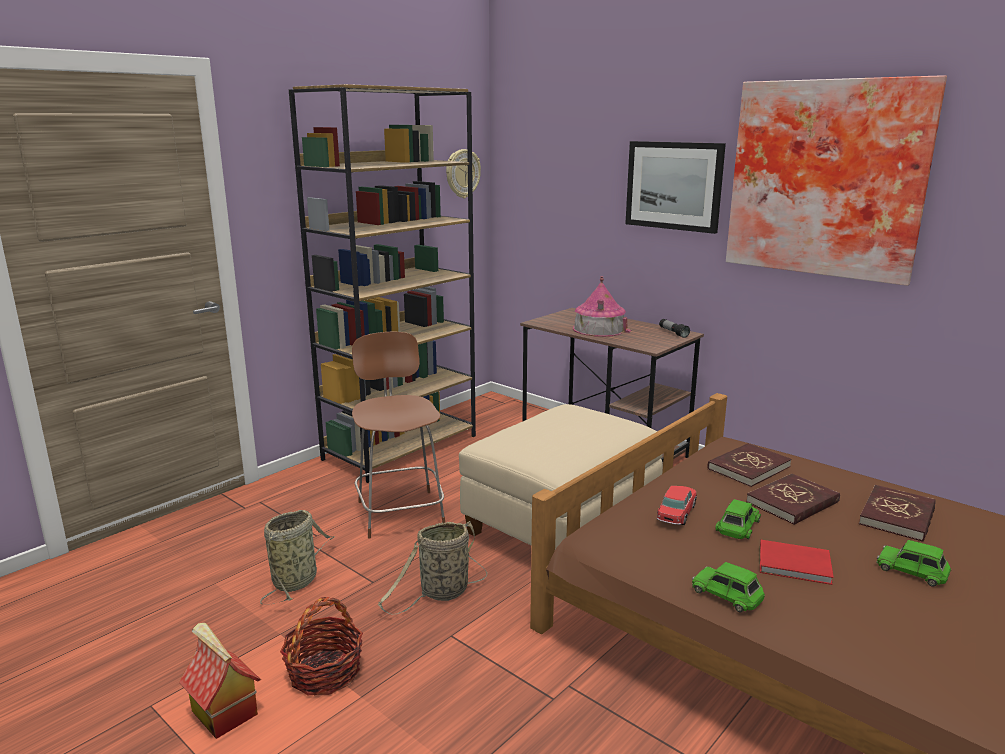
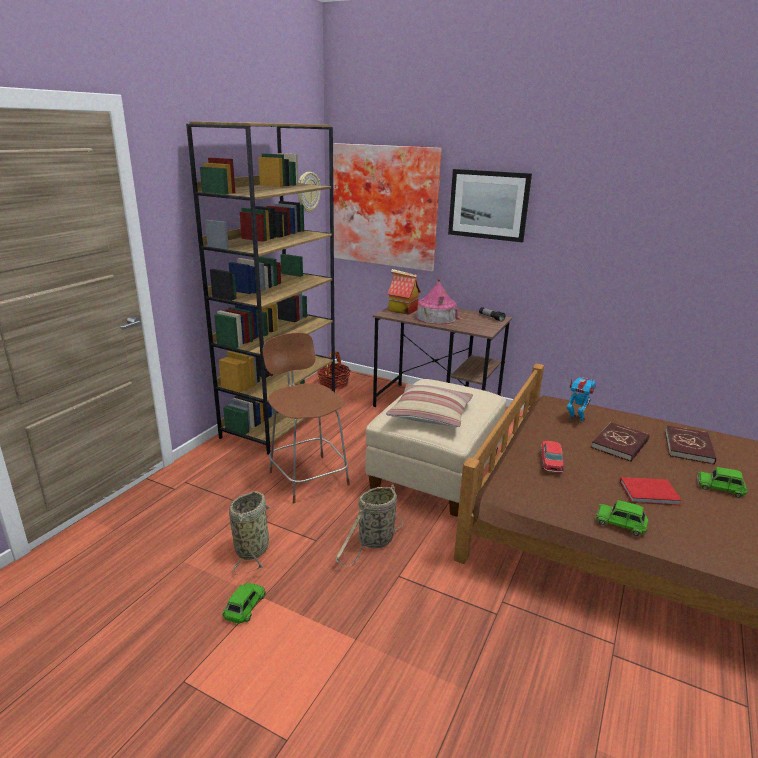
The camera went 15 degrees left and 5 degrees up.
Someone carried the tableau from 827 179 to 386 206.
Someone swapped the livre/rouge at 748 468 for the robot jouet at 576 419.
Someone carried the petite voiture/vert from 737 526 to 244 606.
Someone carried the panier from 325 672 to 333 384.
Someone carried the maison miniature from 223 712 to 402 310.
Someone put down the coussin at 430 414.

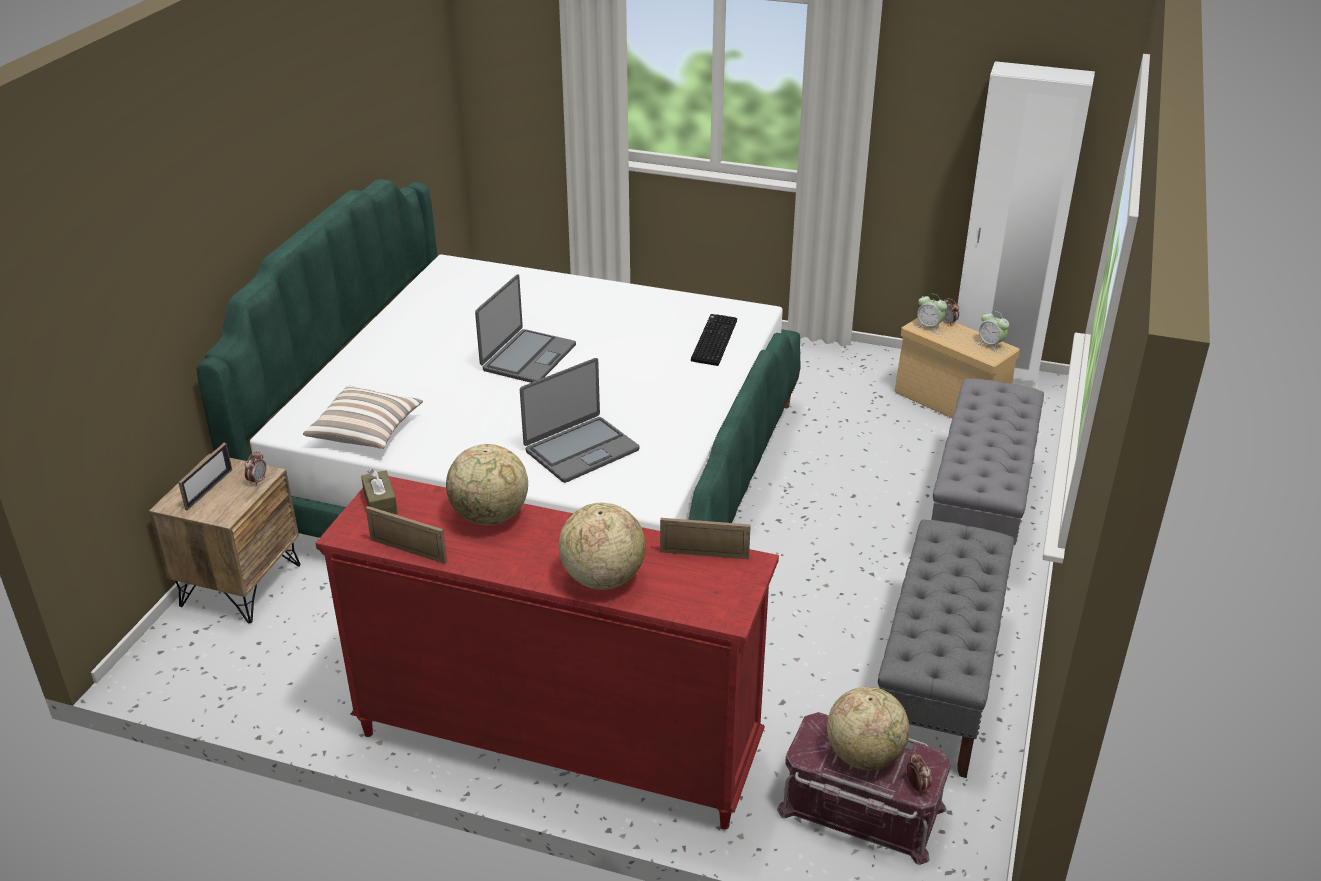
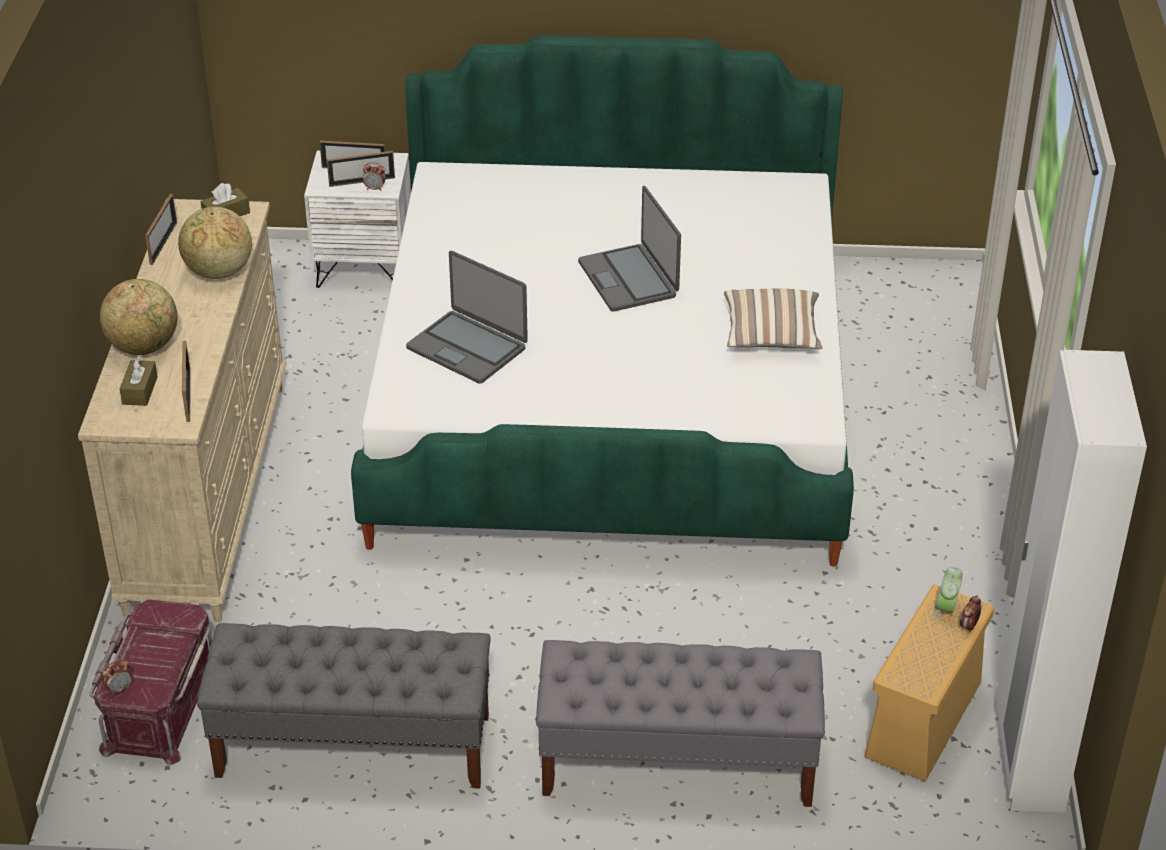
The camera went 75 degrees right and 5 degrees up.
Someone rotated the ordinateur portable at 527 357 by 60 degrees clockwise.
Someone took away the réveil at 990 345.
Someone took away the clavier at 713 340.
Someone carried the coussin from 366 432 to 771 335.
Someone repainted the table de chevet/marron at 240 585, which became the table de chevet/blanc at 365 267.
Someone repainted the commode/rouge at 556 743, which became the commode/beige at 208 495.
Someone took away the globe at 864 755.
Someone put down the cadre photo at 362 181.
Someone put down the boîte à mouchoirs/marron at 140 390.

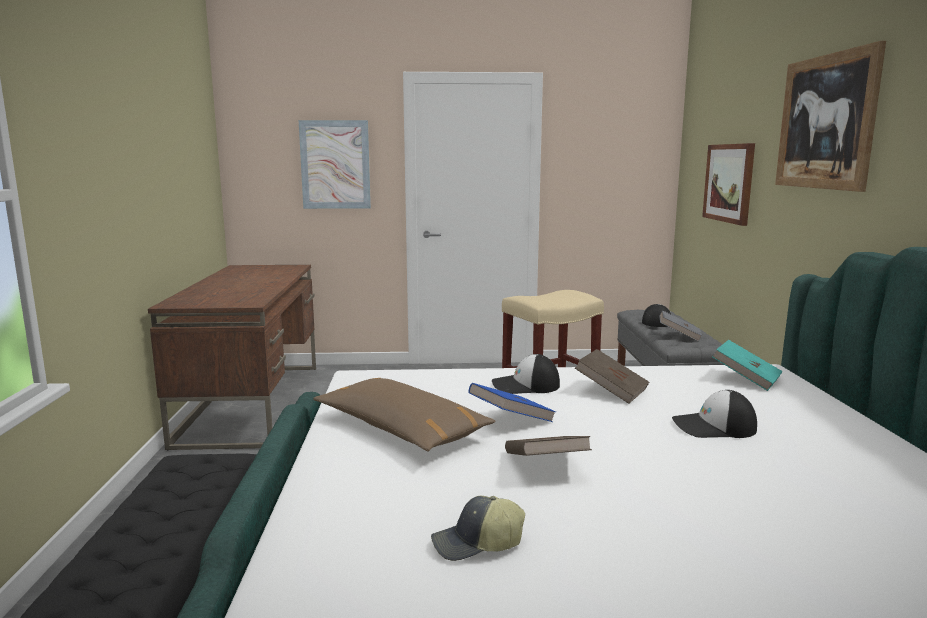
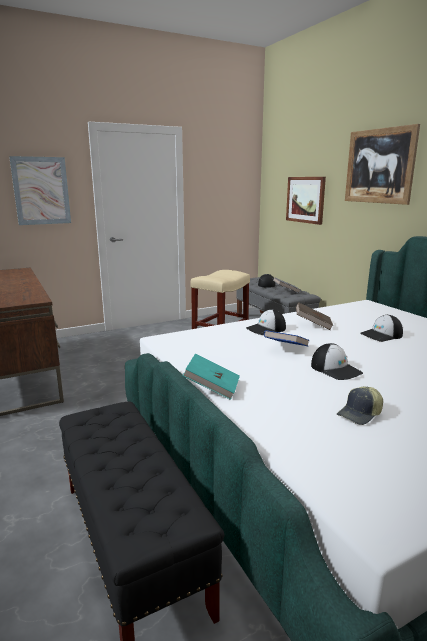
The camera went 25 degrees left and 5 degrees up.
Someone carried the livre/turquoise from 745 379 to 212 388.
Someone took away the coussin/marron at 401 429.
Someone swapped the livre/marron at 545 466 for the casquette at 336 369.

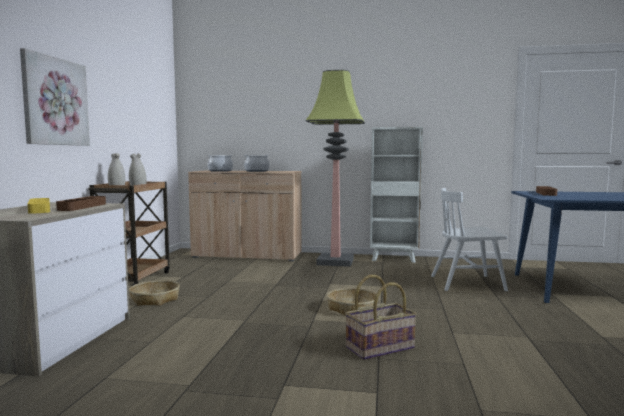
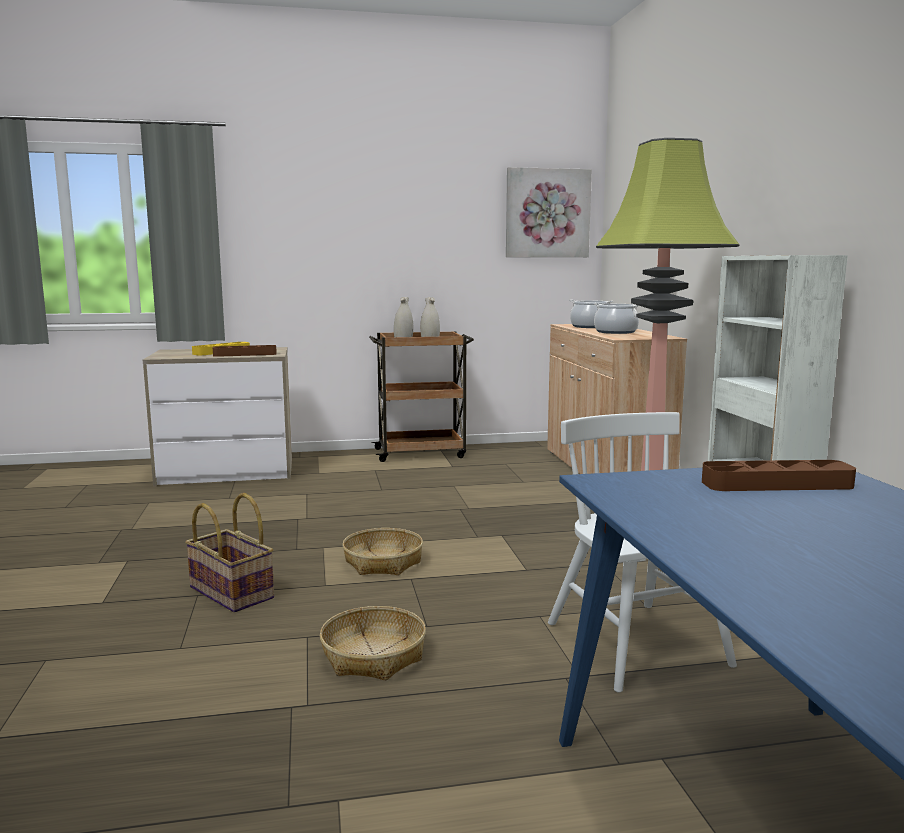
The camera went 70 degrees right and 5 degrees up.
Someone carried the tableau from 55 101 to 547 213.
Someone carried the panier from 155 299 to 374 656.

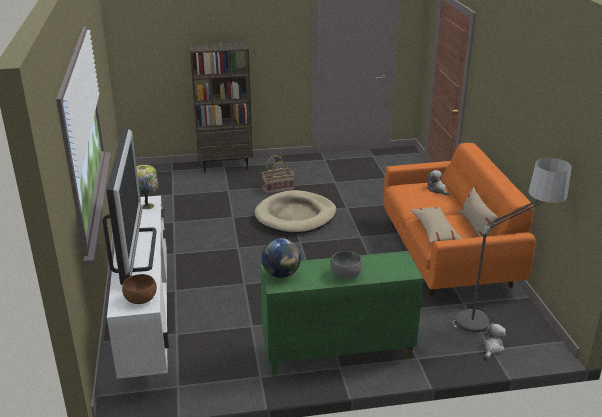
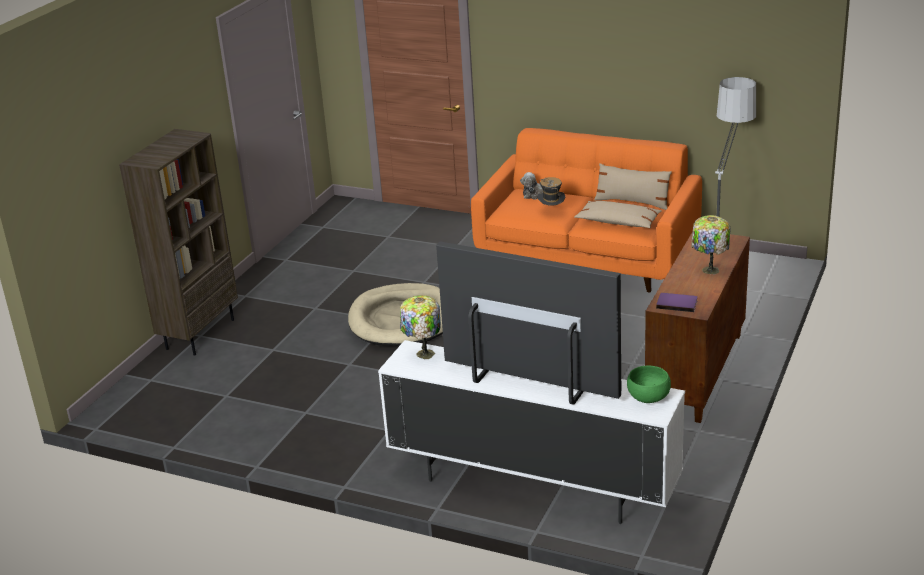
The camera went 55 degrees left and 0 degrees up.
Someone took away the panier at 278 188.
Someone swapped the globe at 281 274 for the livre/violet at 677 303.
Someone repainted the meuble de rangement/vert at 337 352, which became the meuble de rangement/marron at 697 373.
Someone swapped the bol/gris at 346 274 for the lampe de table at 709 270.
Someone repainted the bol/marron at 141 299, which became the bol/vert at 648 397.
Someone took away the peluche at 492 348.
Someone put down the chapeau at 551 212.

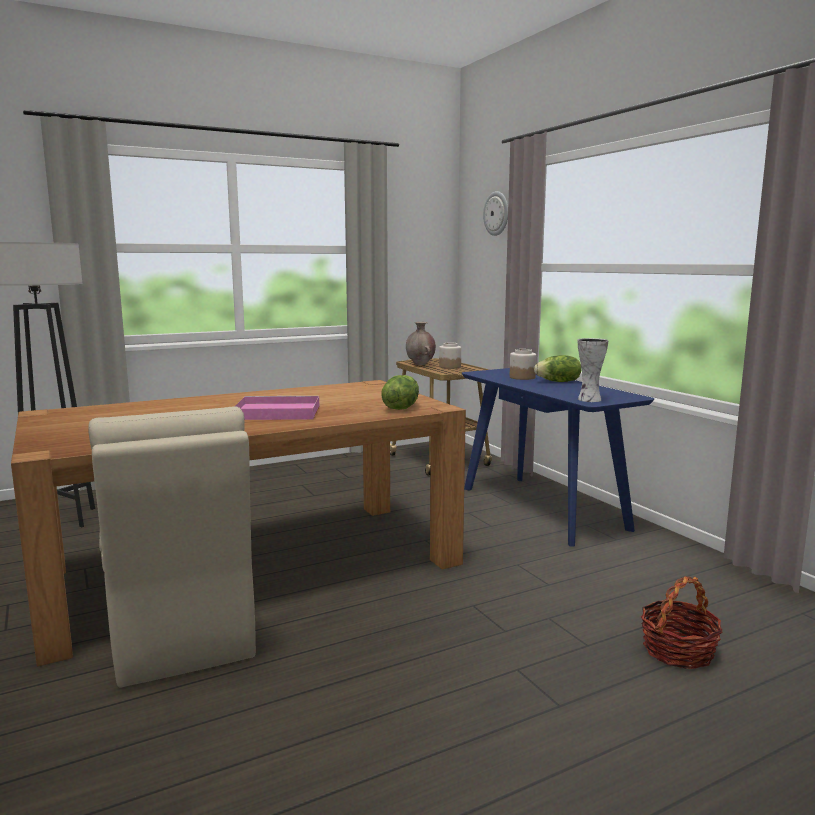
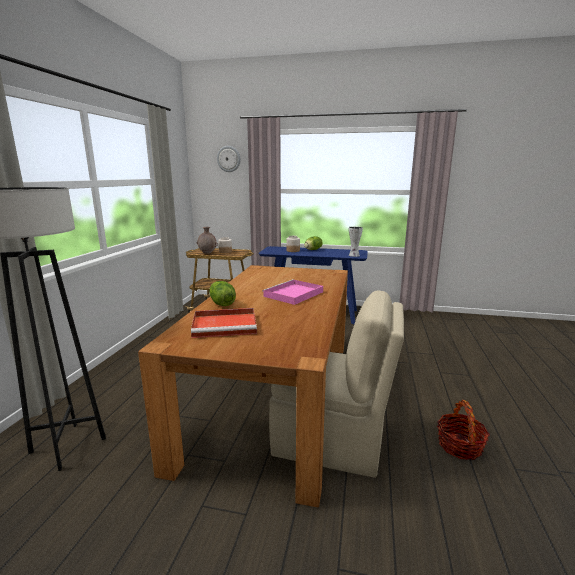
The camera went 50 degrees left and 5 degrees up.
Someone carried the laitue from 400 408 to 221 304.
Someone carried the panier from 678 651 to 460 446.
Someone put down the plateau/rouge at 226 325.

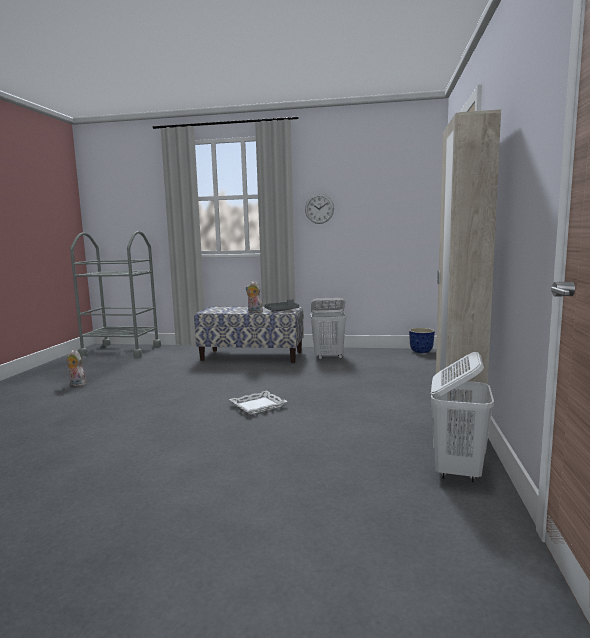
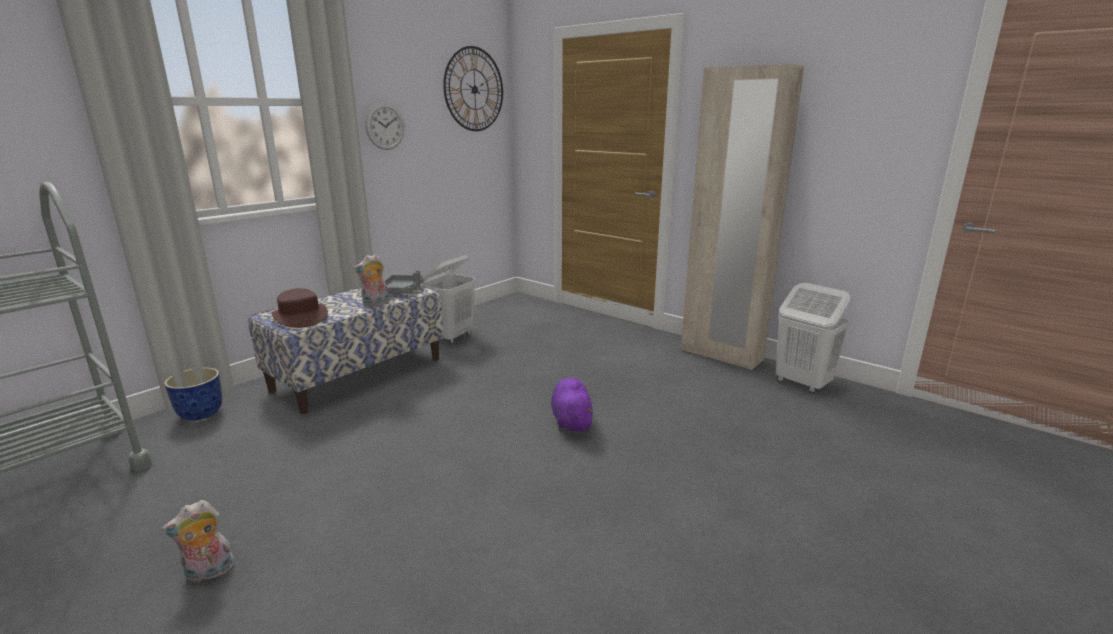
The camera went 60 degrees left and 10 degrees up.
Someone carried the cache-pot from 421 351 to 202 414.
Someone swapped the plateau/blanc at 258 406 for the peluche/violet at 571 421.
Someone put up the horloge murale at 474 89.
Someone put down the chapeau/marron at 300 317.

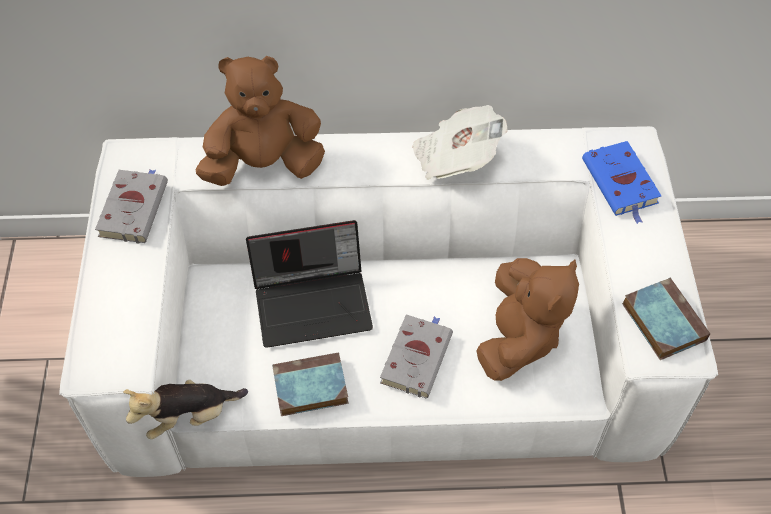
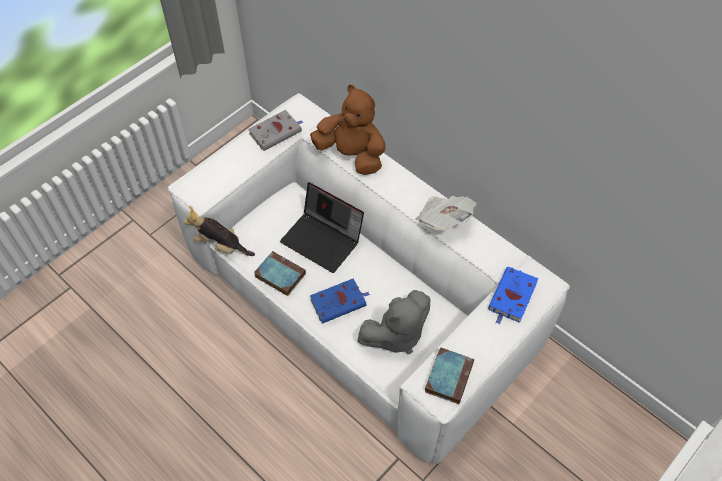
The camera went 45 degrees right and 0 degrees up.
Someone repainted the peluche/marron at 518 338, which became the peluche/gris at 396 335.
Someone repainted the livre/gris at 416 356, which became the livre/bleu at 339 302.

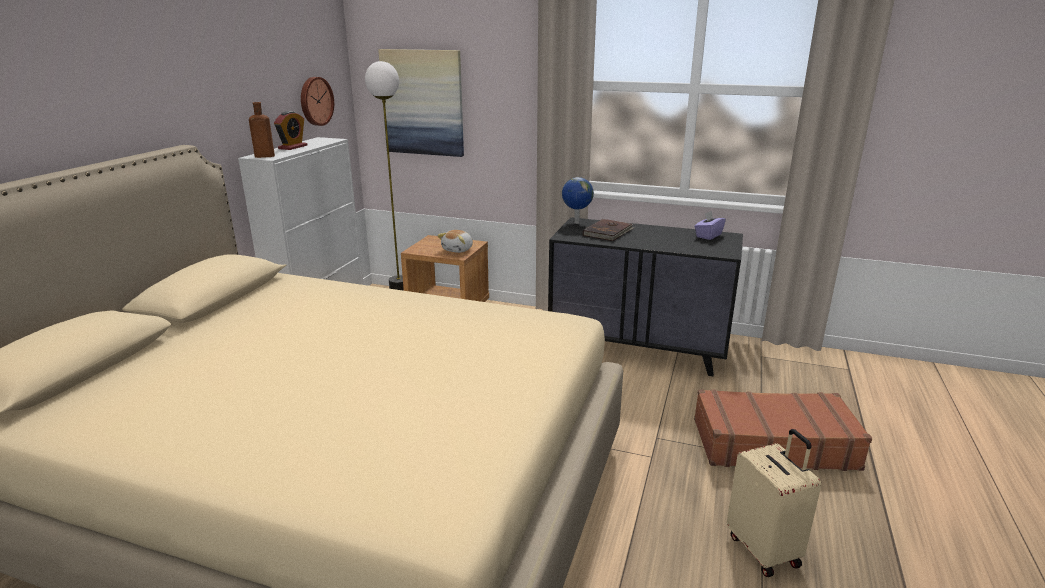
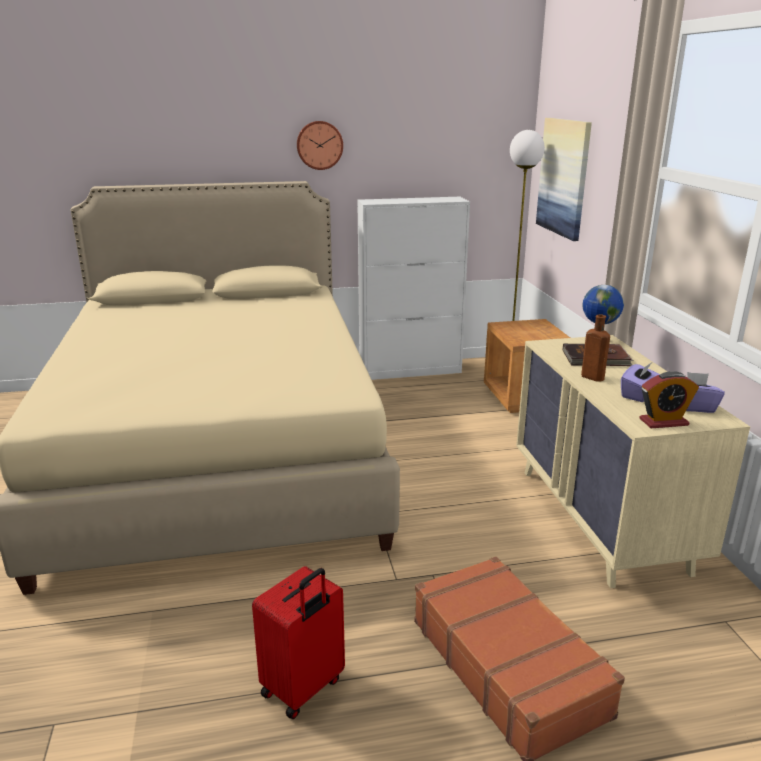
The camera went 60 degrees right and 0 degrees up.
Someone carried the horloge murale from 315 101 to 319 145.
Someone carried the bouteille/marron from 263 156 to 591 377.
Someone carried the réveil from 293 147 to 663 422.
Someone repainted the commode/noir at 639 348, which became the commode/beige at 601 519.
Someone took away the peluche at 458 250.
Someone repainted the valise/beige at 764 550, which became the valise/rouge at 304 688.
Someone put down the boîte à mouchoirs/violet at 639 394.

